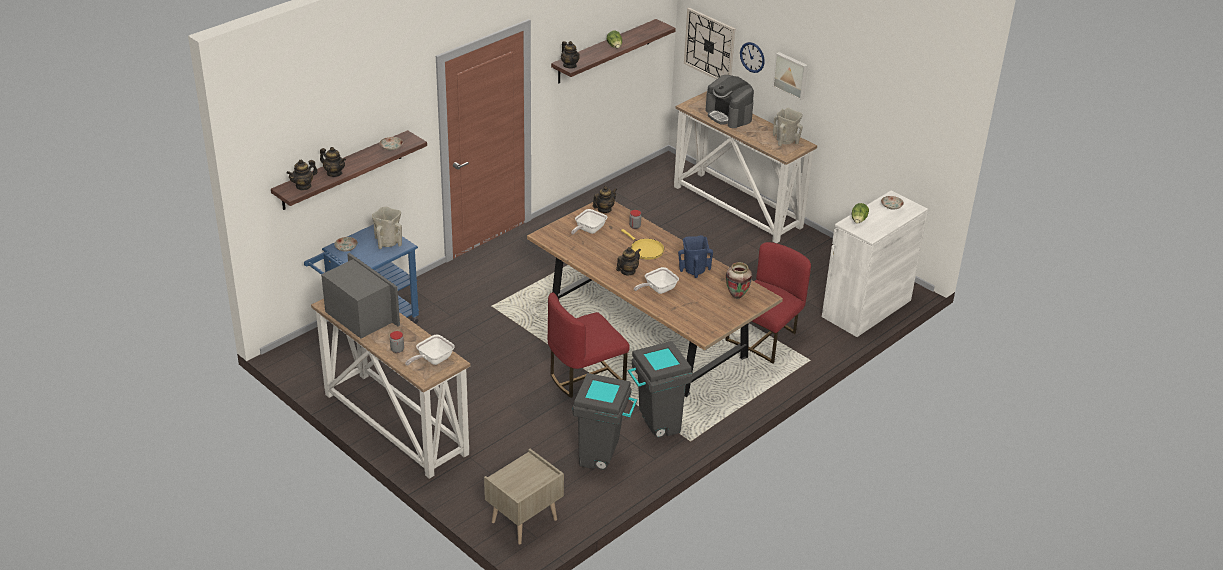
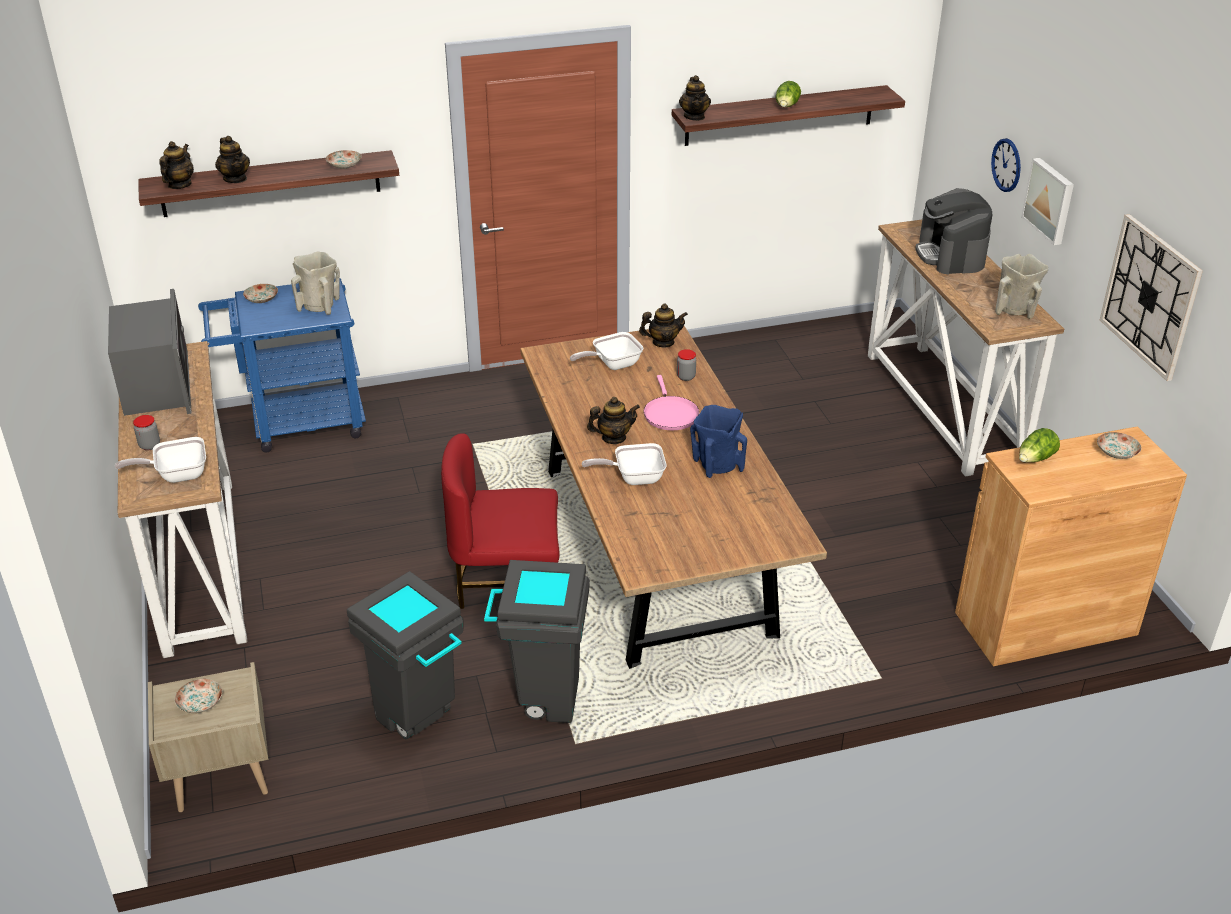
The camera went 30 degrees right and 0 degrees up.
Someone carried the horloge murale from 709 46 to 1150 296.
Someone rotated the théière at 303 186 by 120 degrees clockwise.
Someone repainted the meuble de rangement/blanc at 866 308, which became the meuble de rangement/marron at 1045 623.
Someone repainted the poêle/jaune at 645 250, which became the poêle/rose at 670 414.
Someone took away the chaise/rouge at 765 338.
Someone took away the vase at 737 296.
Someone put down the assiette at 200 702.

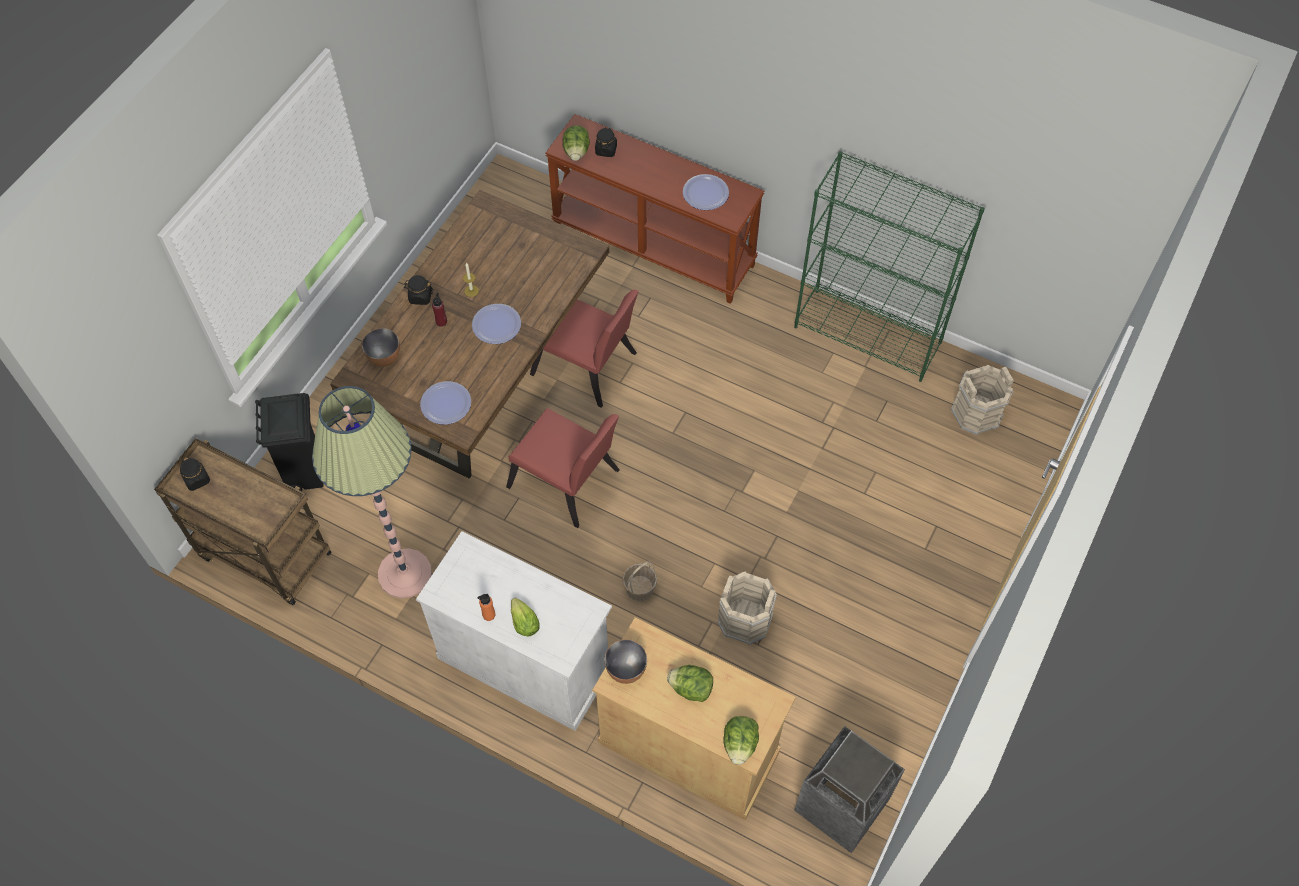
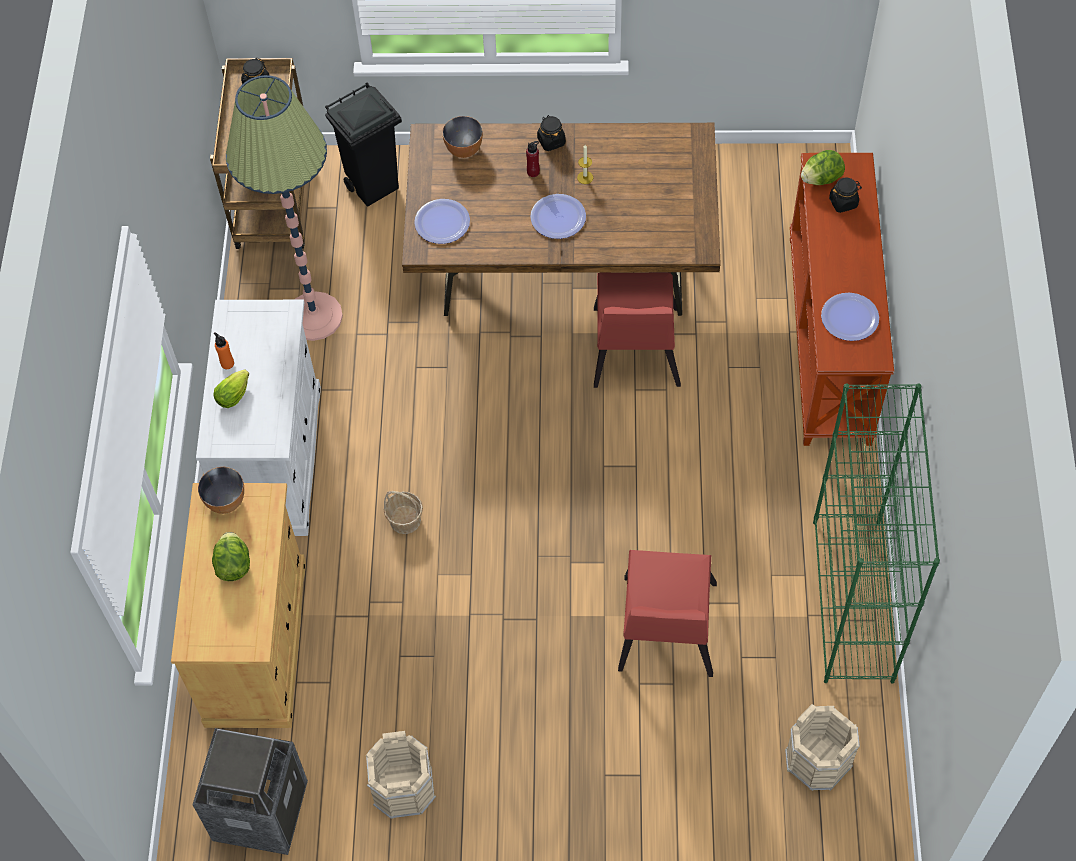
The camera went 65 degrees right and 0 degrees up.
Someone carried the chaise/rouge from 568 484 to 665 634.
Someone carried the seau/beige from 745 619 to 404 788.
Someone took away the laitue at 740 744.

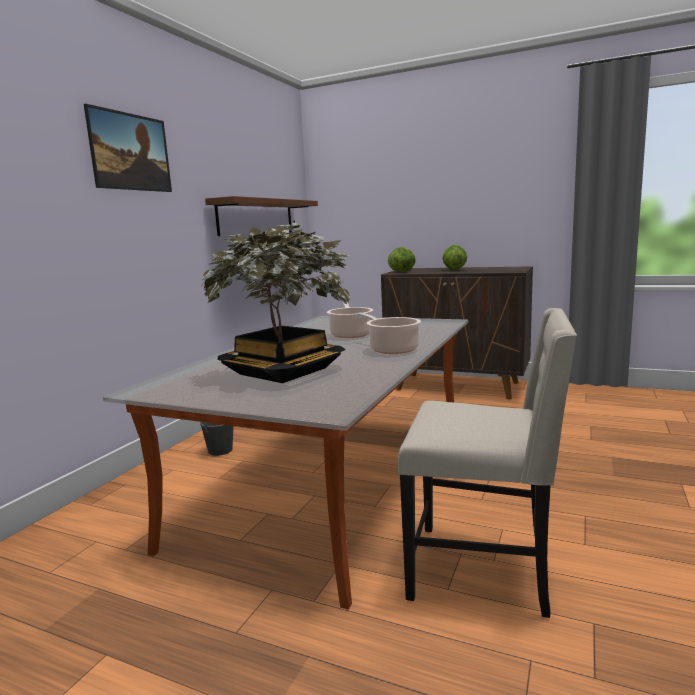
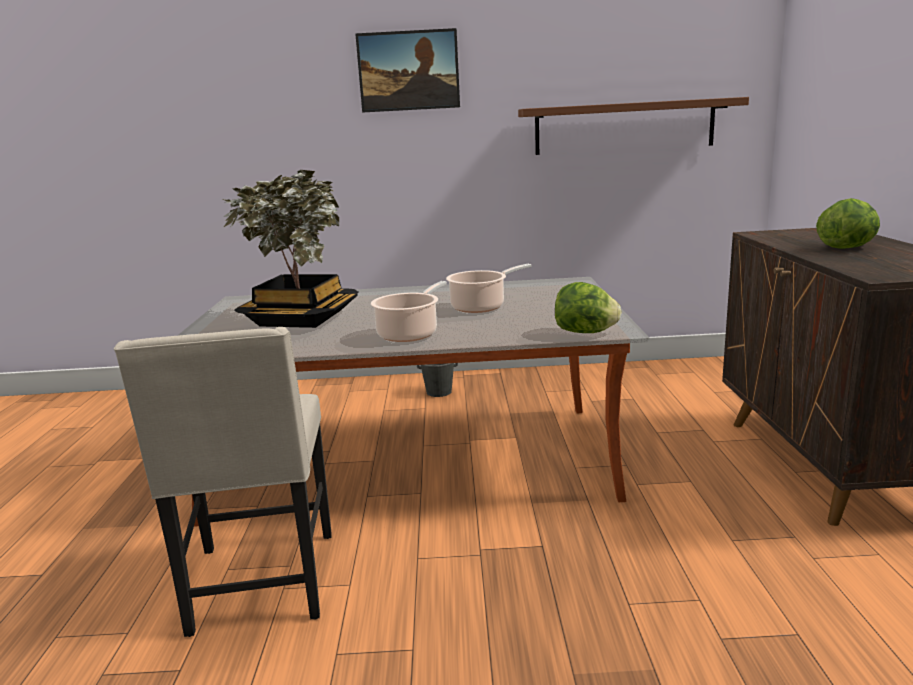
The camera went 65 degrees right and 5 degrees up.
Someone carried the laitue from 403 271 to 585 332.

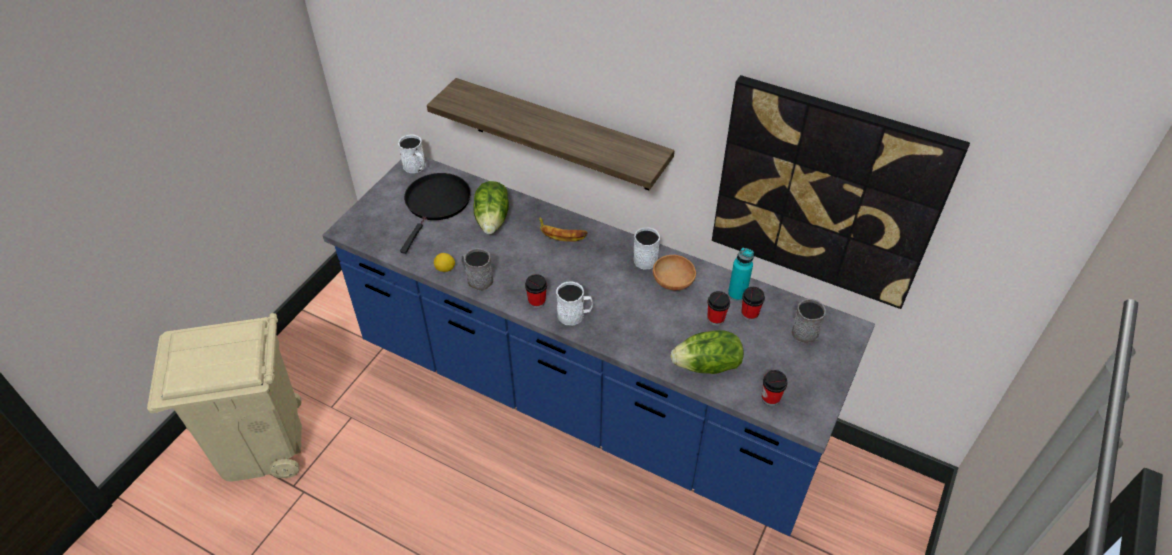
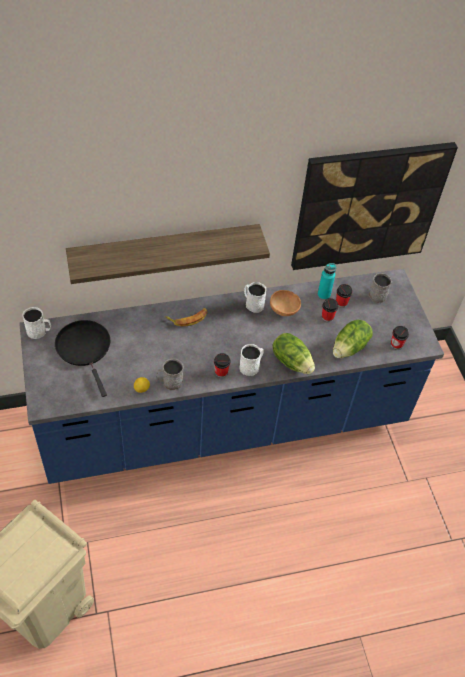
The camera went 45 degrees left and 5 degrees up.
Someone carried the laitue from 493 219 to 292 361.

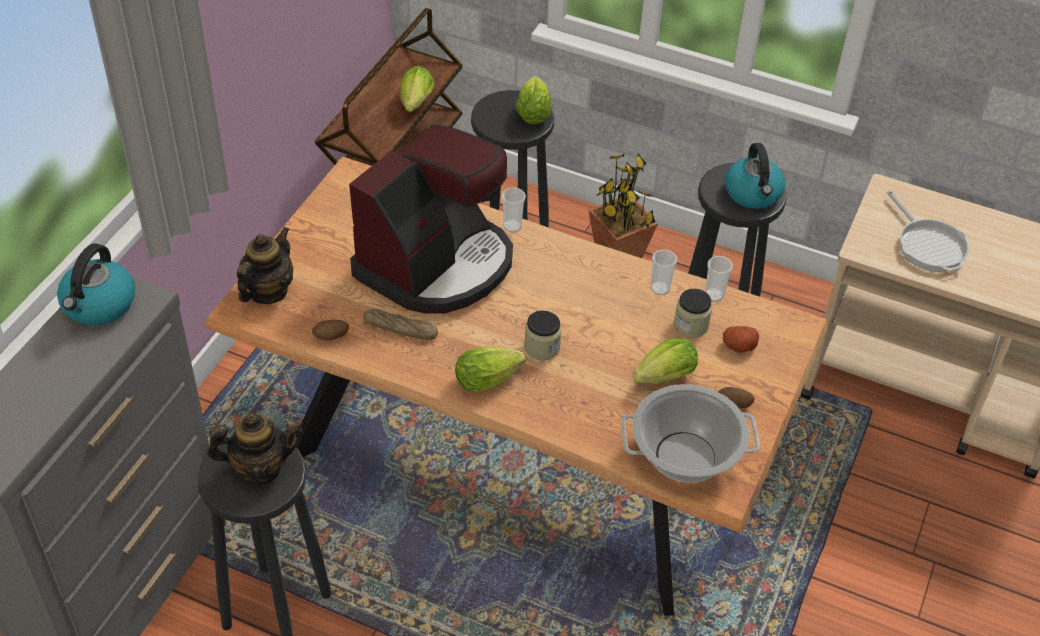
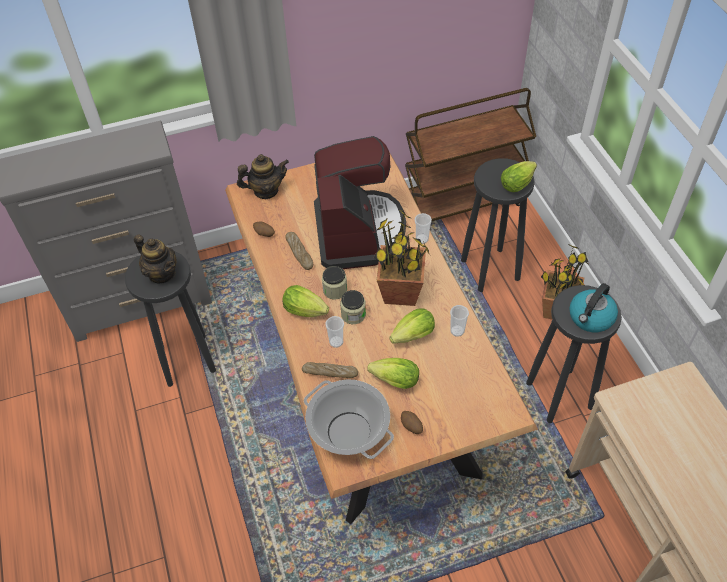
The camera went 50 degrees right and 5 degrees up.
Someone carried the laitue from 415 104 to 410 337.
Someone rotated the machine à café at 437 264 by 90 degrees counterclockwise.
Someone took away the poêle at 928 245.
Someone took away the bouilloire at 99 305.
Someone carried the tasse from 714 295 to 336 342.
Someone carried the bocal from 691 325 to 335 290.
Someone took away the pomme de terre at 738 346.
Someone put down the plante en pot at 401 292.
Someone put down the pain at 330 373.

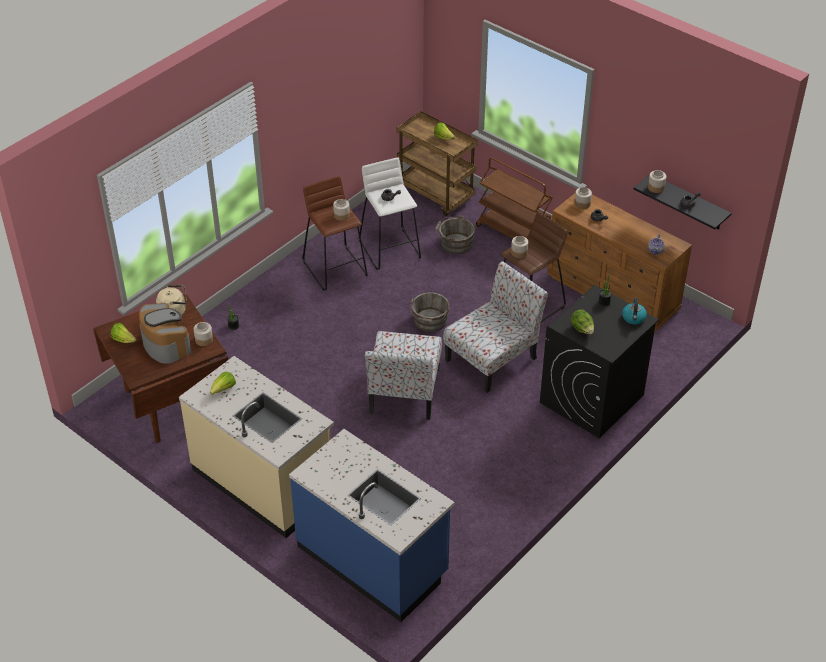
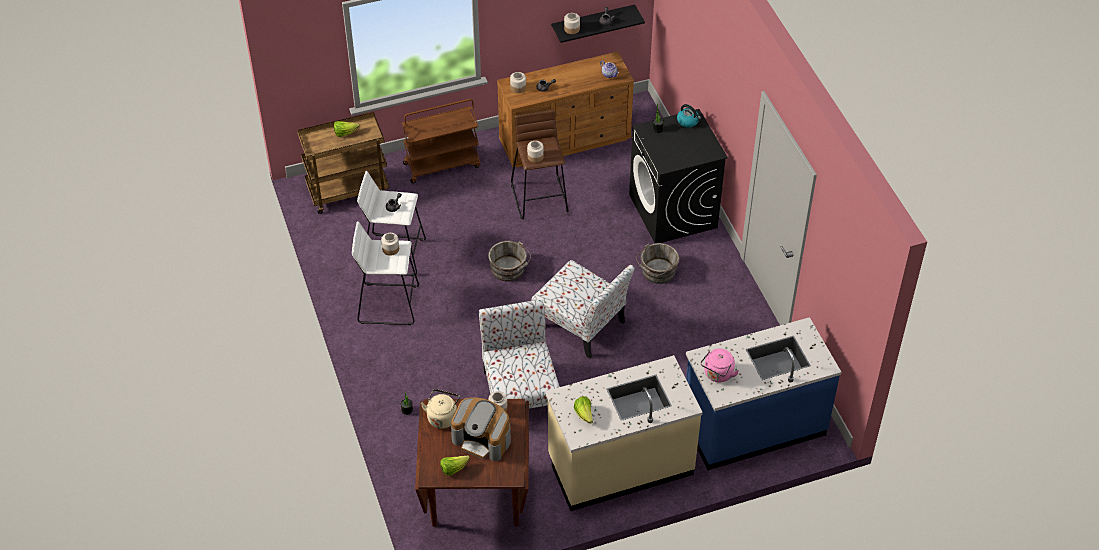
The camera went 60 degrees left and 5 degrees up.
Someone repainted the tabouret/marron at 335 268, which became the tabouret/blanc at 388 304.
Someone carried the seau/gris from 454 244 to 657 272.
Someone carried the chaise from 493 358 to 520 392.
Someone rotated the machine à café at 165 344 by 150 degrees counterclockwise.
Someone took away the laitue at 582 330.
Someone put down the bouilloire/rose at 717 375.

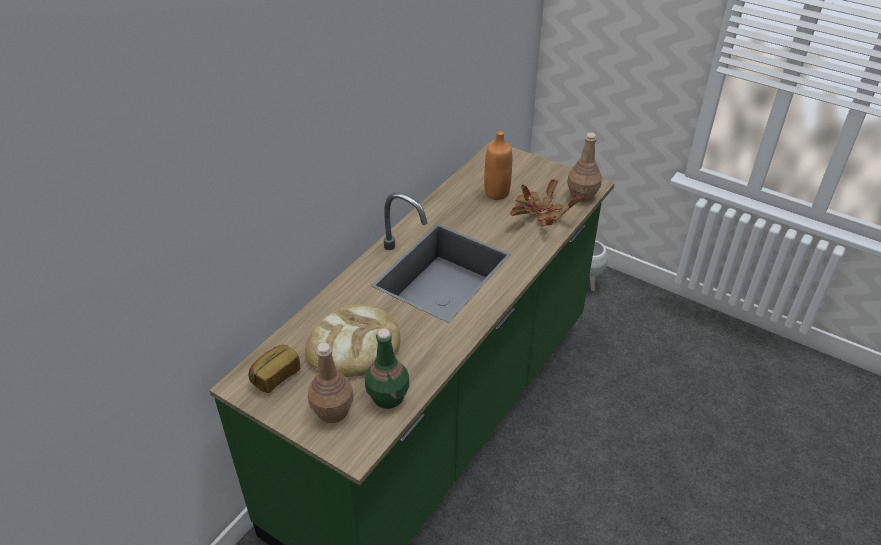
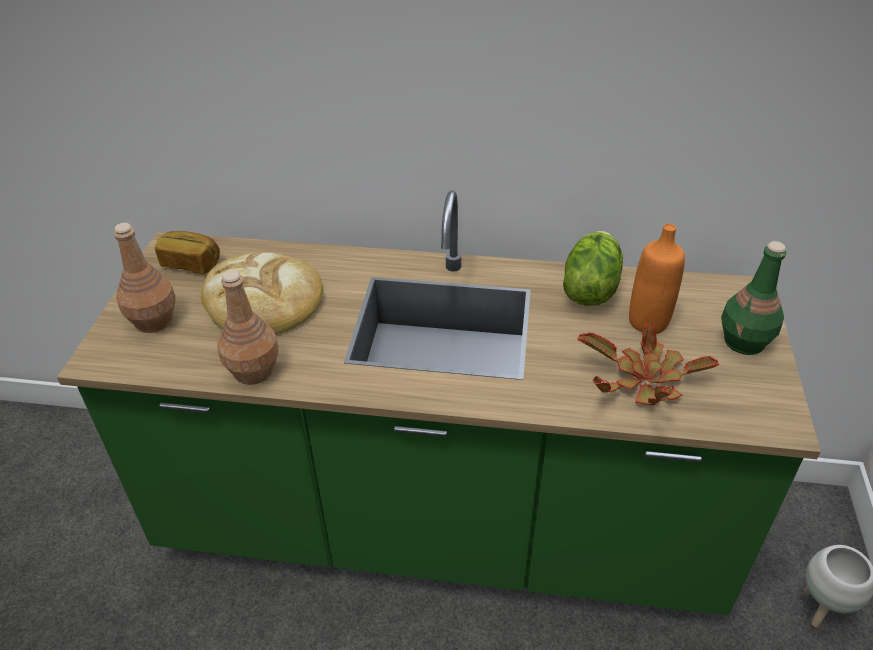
The camera went 65 degrees right and 0 degrees up.
Someone carried the bouteille/marron from 582 195 to 254 371.
Someone carried the bouteille/vert from 388 396 to 744 342.
Someone put down the laitue at 589 288.

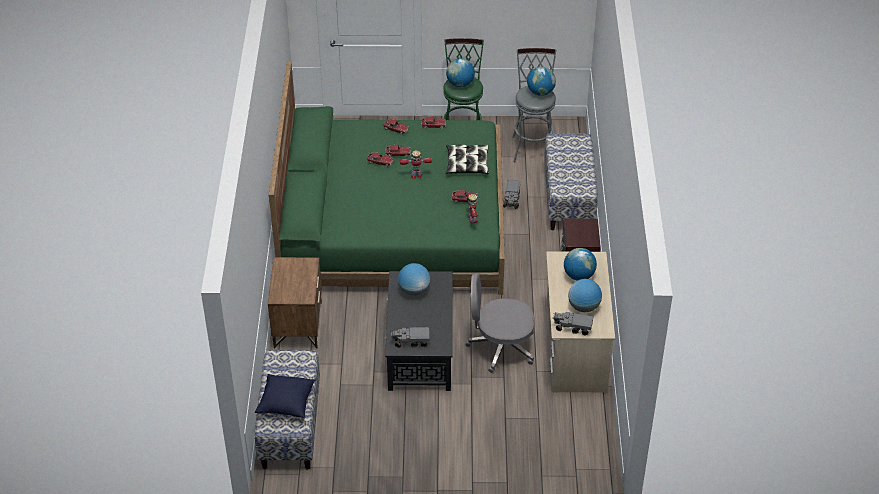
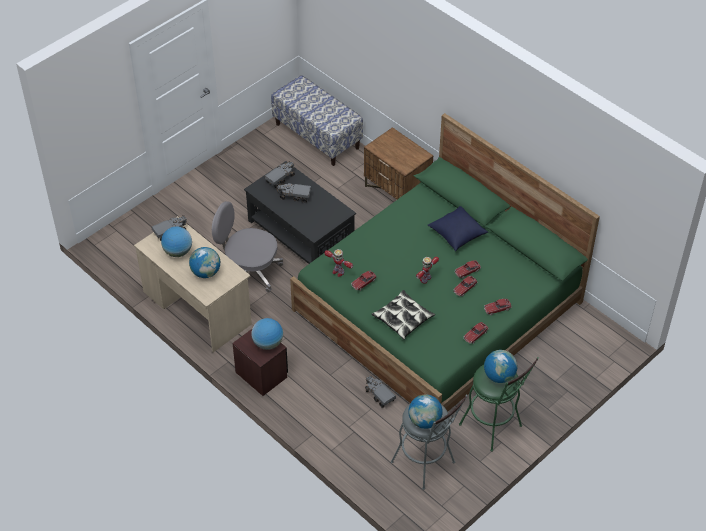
The camera went 135 degrees right and 5 degrees up.
Someone took away the banc at 569 199.
Someone carried the globe from 414 290 to 268 343.
Someone rotated the chaise de bureau/gris at 500 347 by 120 degrees counterclockwise.
Someone carried the coussin/bleu from 286 403 to 457 234.
Someone put down the camion jouet at 294 196.

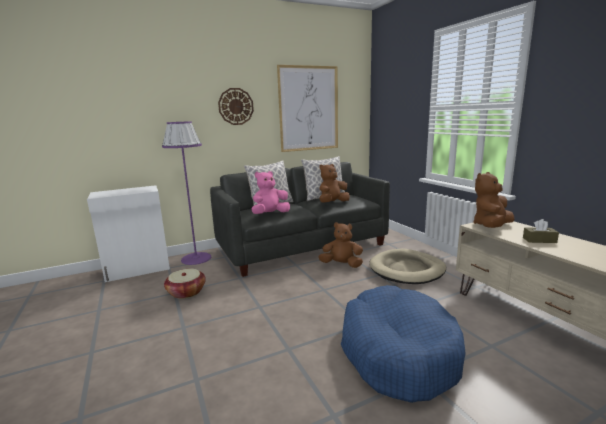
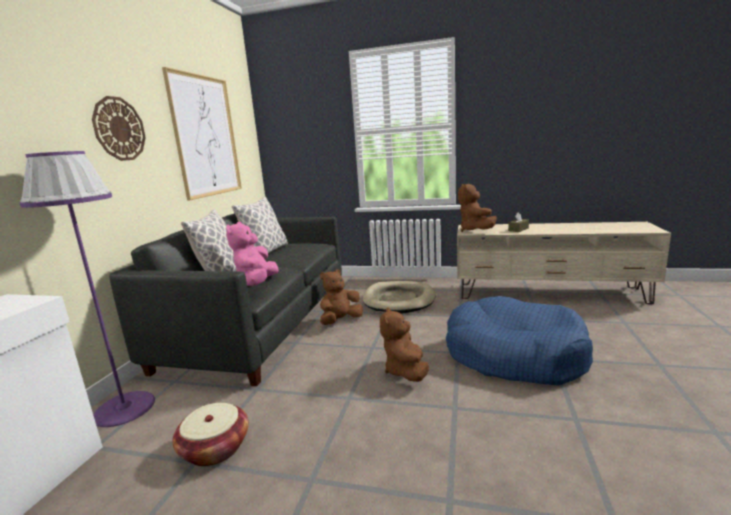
The camera went 50 degrees left and 0 degrees up.
Someone carried the peluche/marron from 332 203 to 406 371.

